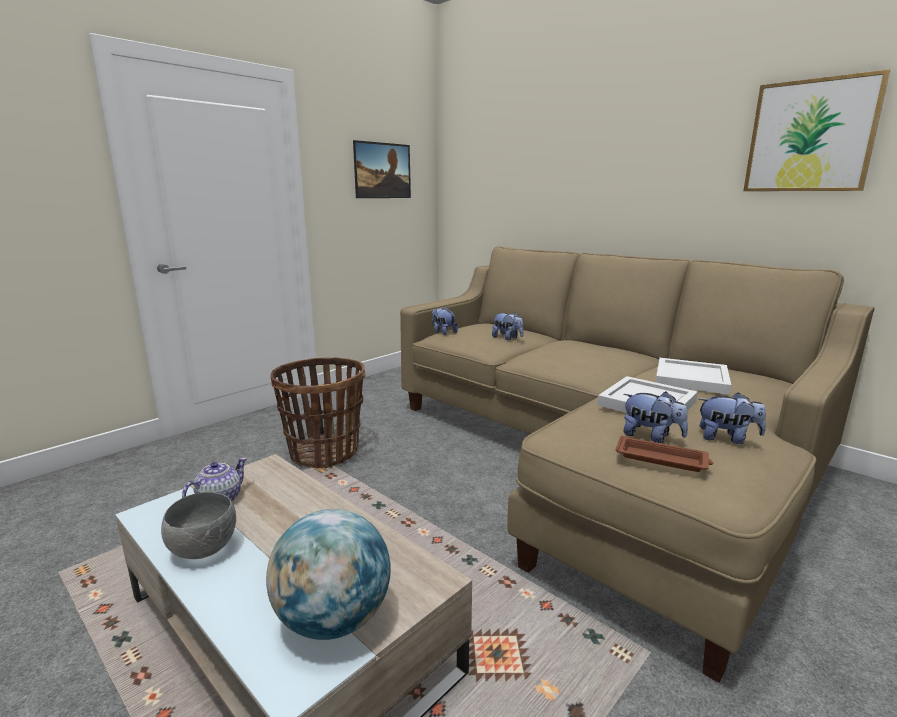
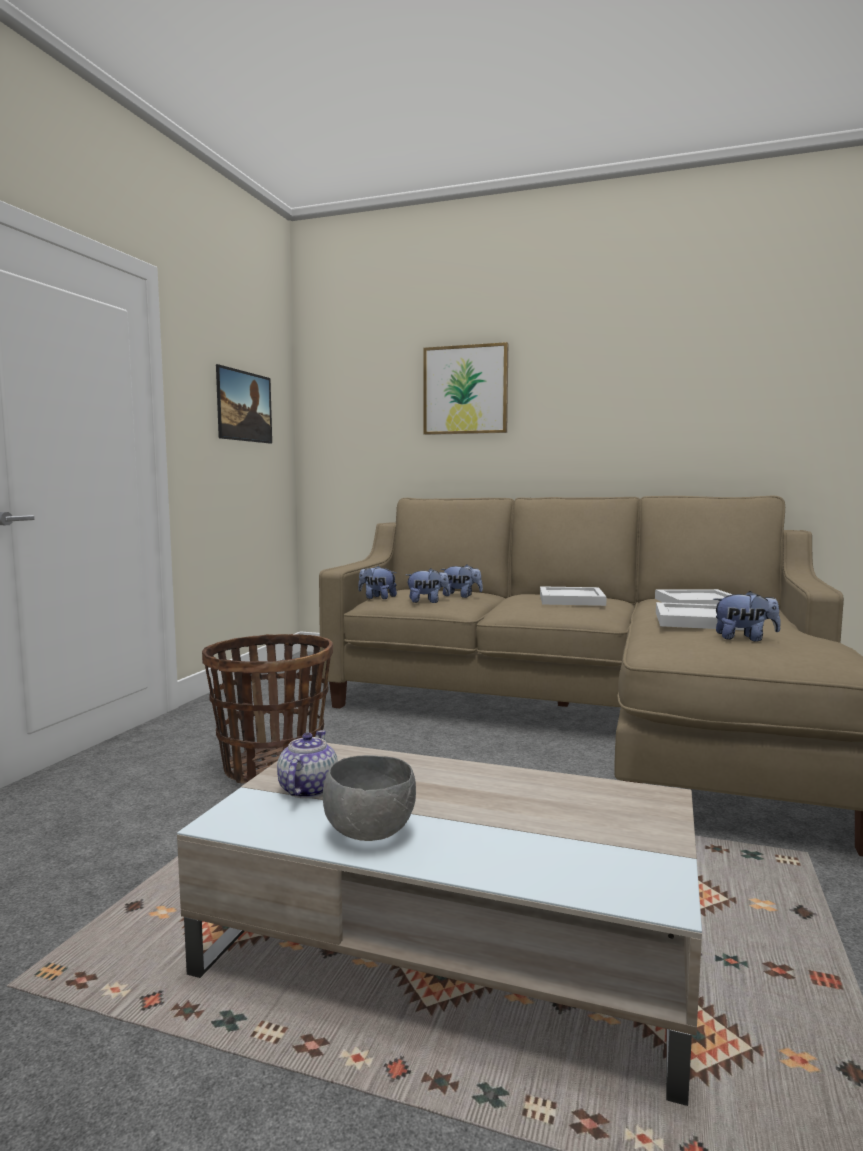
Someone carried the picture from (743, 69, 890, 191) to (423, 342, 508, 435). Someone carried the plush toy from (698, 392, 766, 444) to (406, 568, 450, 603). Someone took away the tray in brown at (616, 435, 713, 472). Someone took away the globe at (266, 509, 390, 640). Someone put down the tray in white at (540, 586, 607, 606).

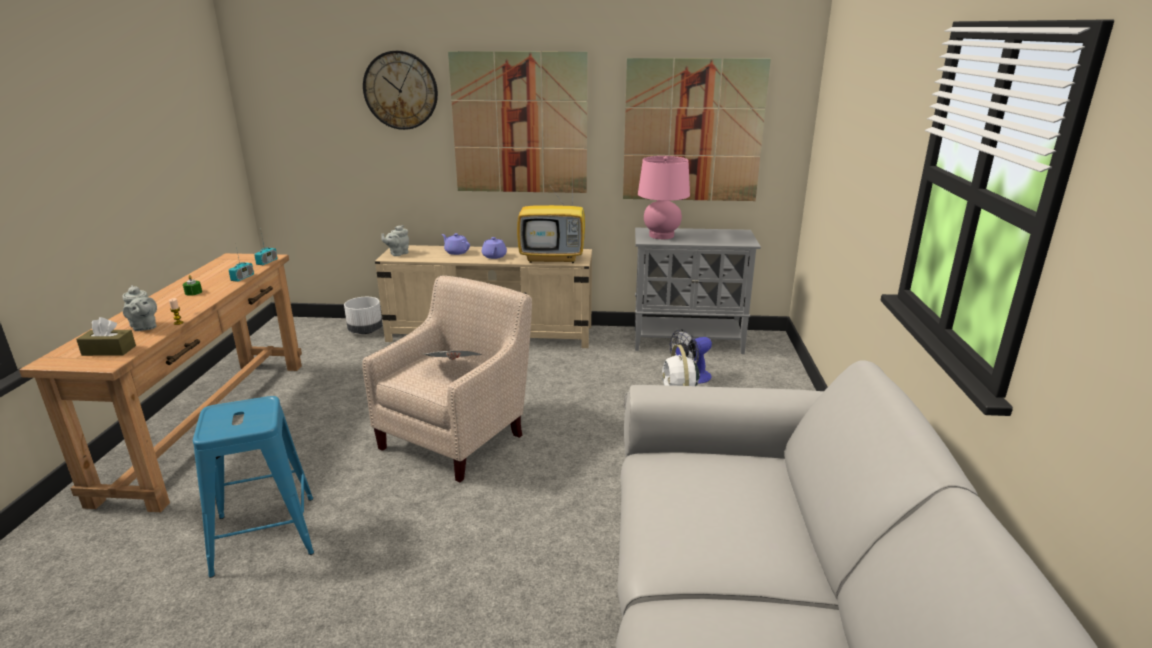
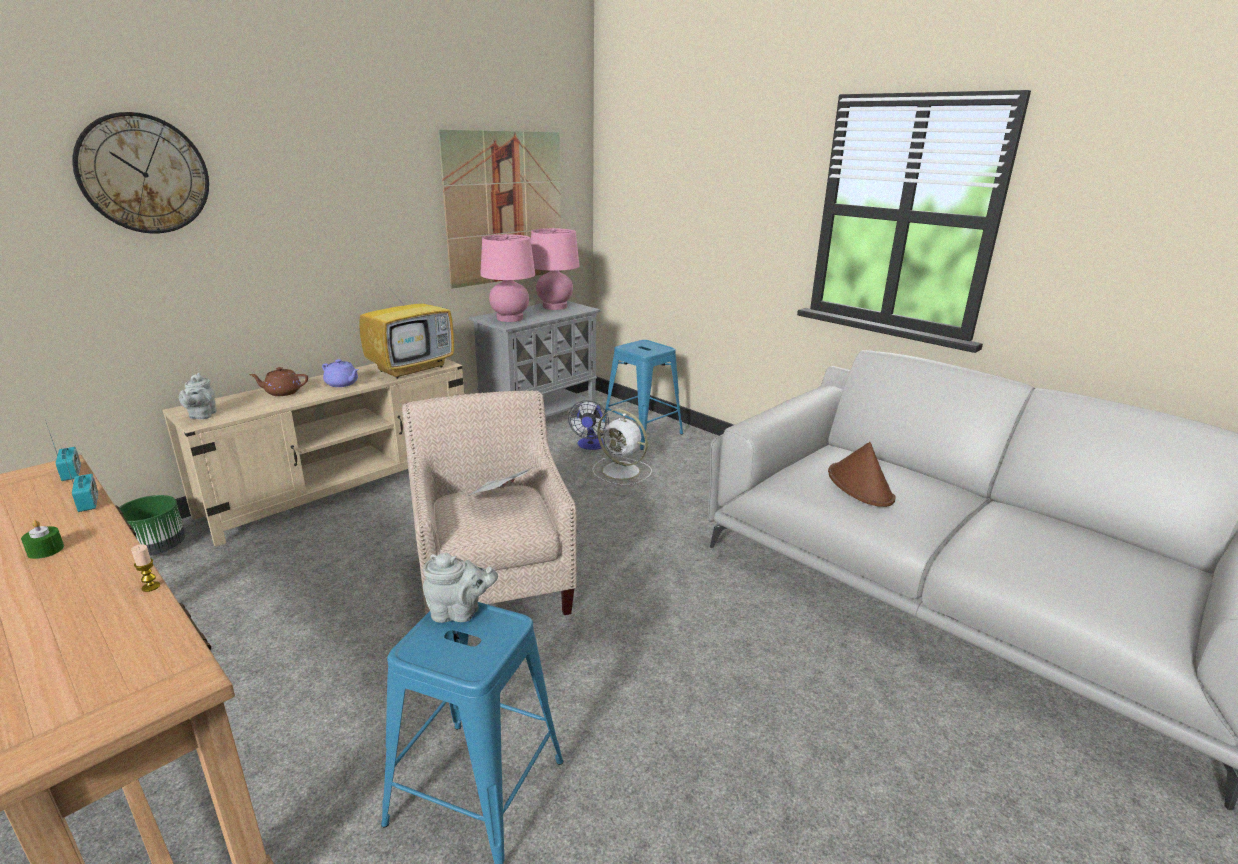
Someone took away the picture at (448, 51, 588, 193). Someone repainted the teapot in purple at (442, 233, 470, 255), which became the teapot in brown at (249, 367, 308, 396). Someone carried the teapot in grey from (123, 285, 157, 331) to (423, 553, 498, 623). Someone repainted the planter in white at (344, 297, 383, 334), which became the planter in green at (119, 495, 185, 556). Someone took away the tissue box in brown at (76, 317, 136, 356). Someone put down the table lamp in pink at (531, 228, 579, 310). Someone put down the stool in blue at (603, 340, 683, 450). Someone put down the hat in brown at (828, 442, 895, 507).

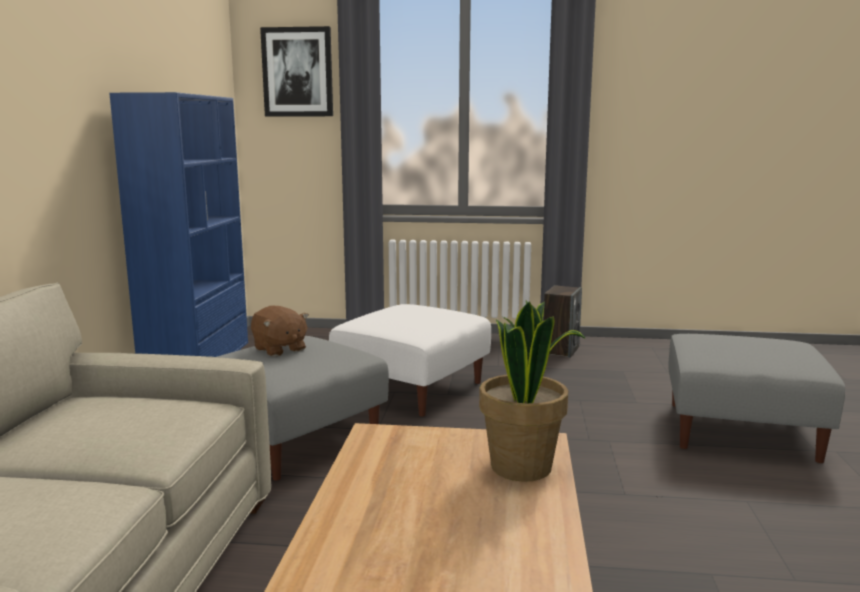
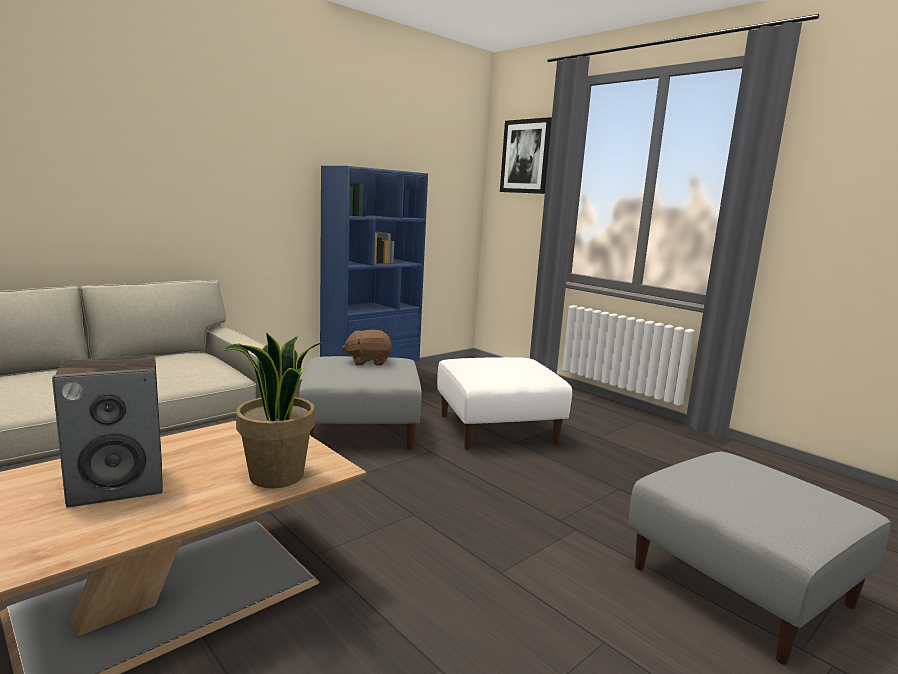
Someone carried the speaker from (543, 285, 582, 358) to (52, 355, 163, 507). Someone rotated the plush toy in brown at (251, 306, 309, 357) by 75 degrees clockwise.

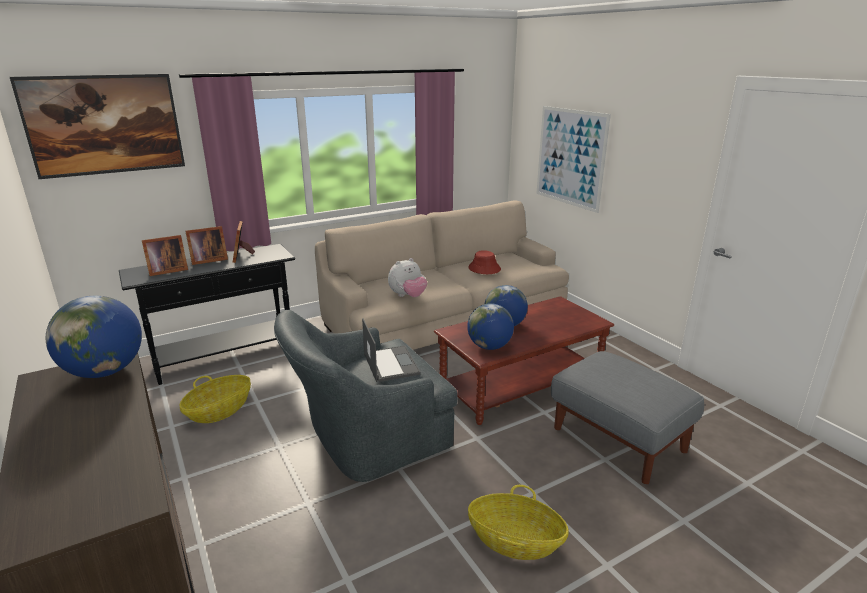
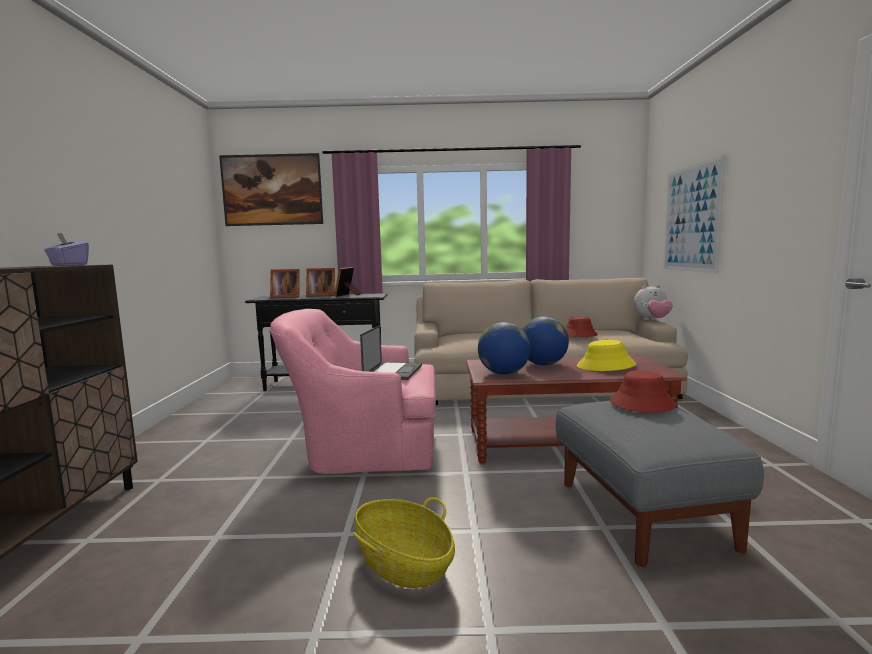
Someone carried the plush toy from (388, 258, 427, 297) to (634, 285, 673, 320). Someone swapped the globe at (46, 296, 142, 378) for the tissue box in purple at (44, 233, 89, 266). Someone repainted the armchair in grey at (274, 310, 457, 482), which became the armchair in pink at (270, 309, 436, 474). Someone took away the basket at (179, 375, 251, 423). Someone put down the hat in yellow at (577, 340, 636, 371). Someone put down the hat in red at (610, 370, 676, 413).

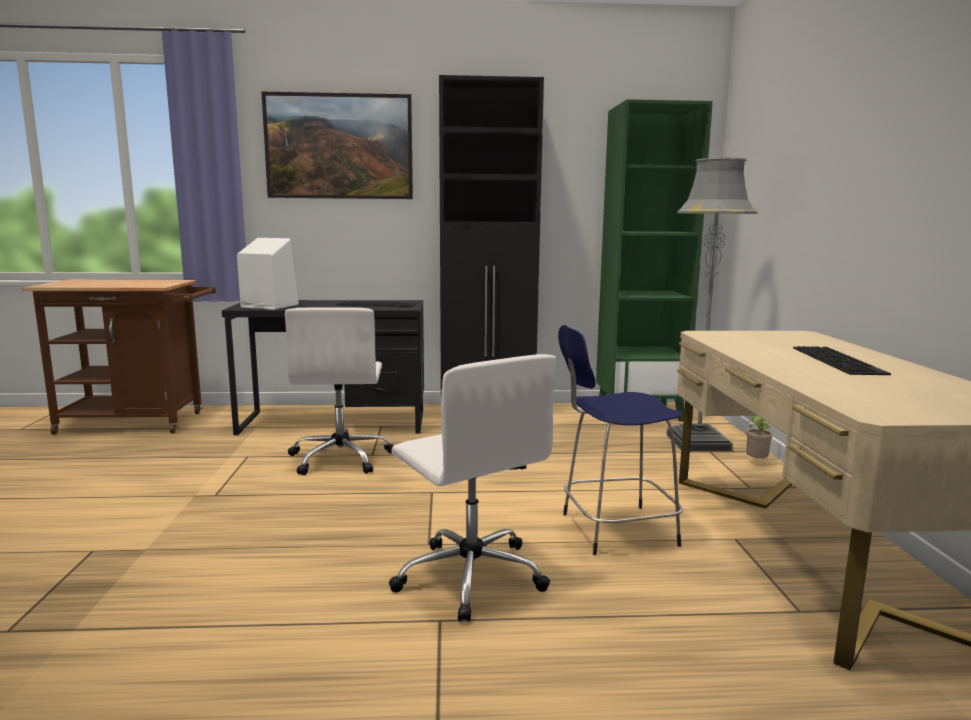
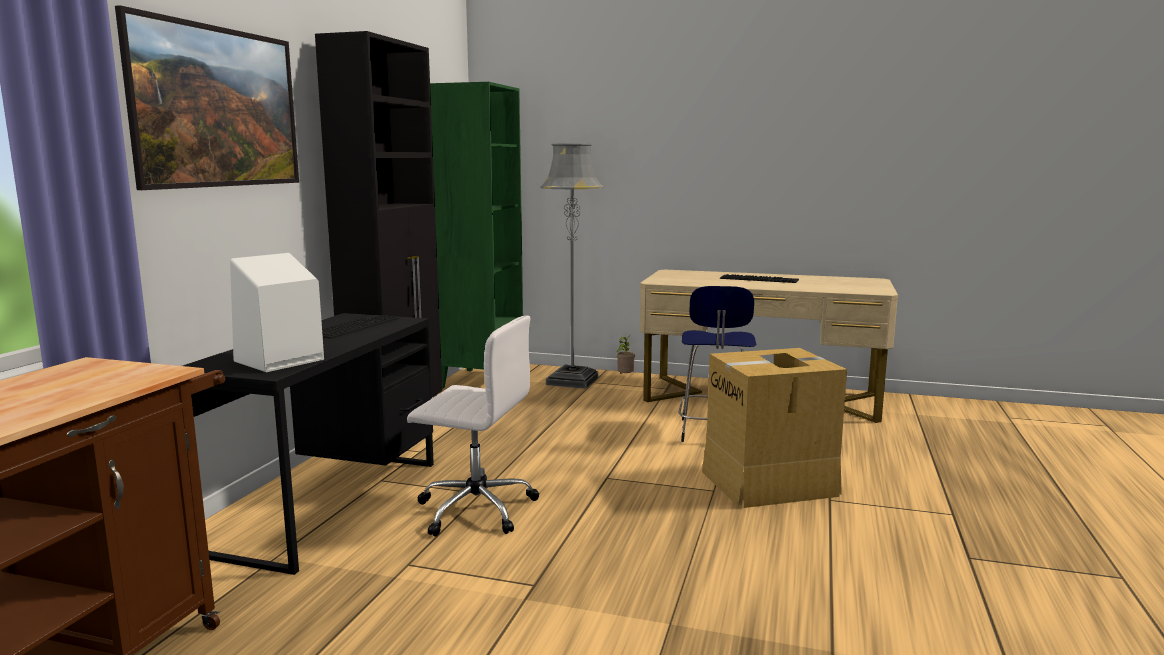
Someone swapped the office chair in white at (389, 354, 556, 622) for the cardboard box at (702, 348, 847, 508).

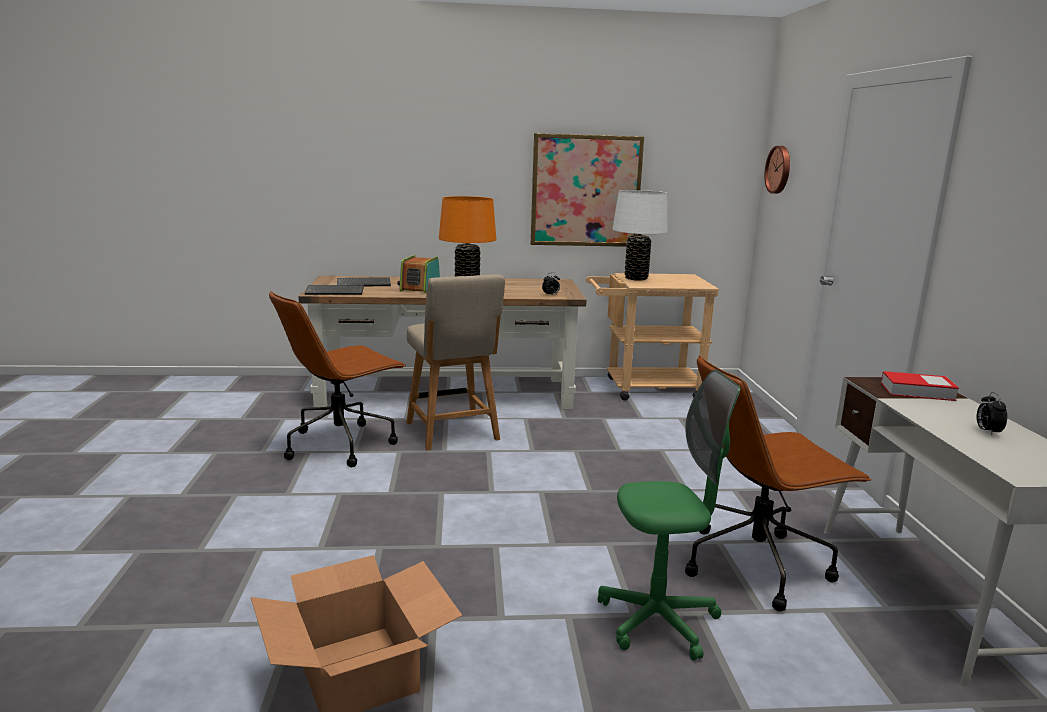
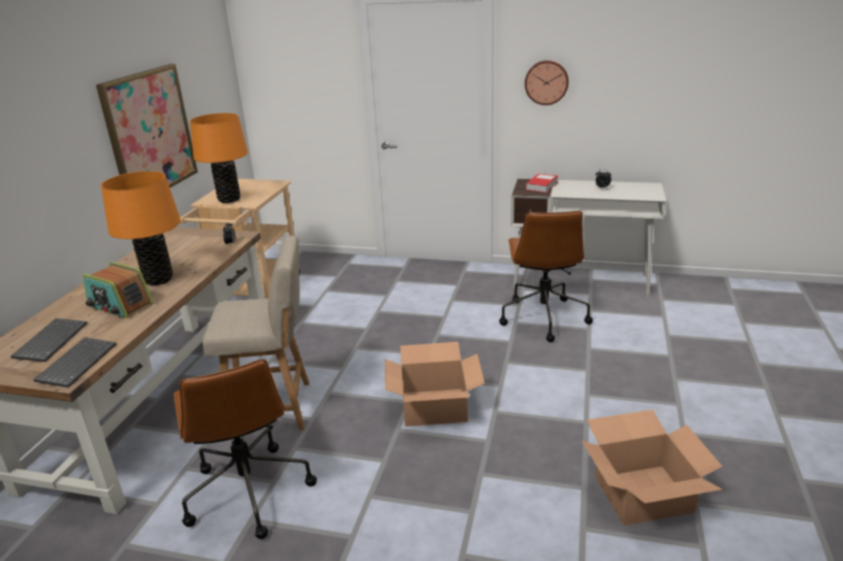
Someone carried the wall clock from (765, 146, 790, 194) to (525, 60, 569, 105). Someone repainted the table lamp in white at (612, 190, 668, 281), which became the table lamp in orange at (190, 113, 248, 203). Someone took away the office chair in green at (598, 370, 740, 661). Someone put down the cardboard box at (385, 342, 485, 427).

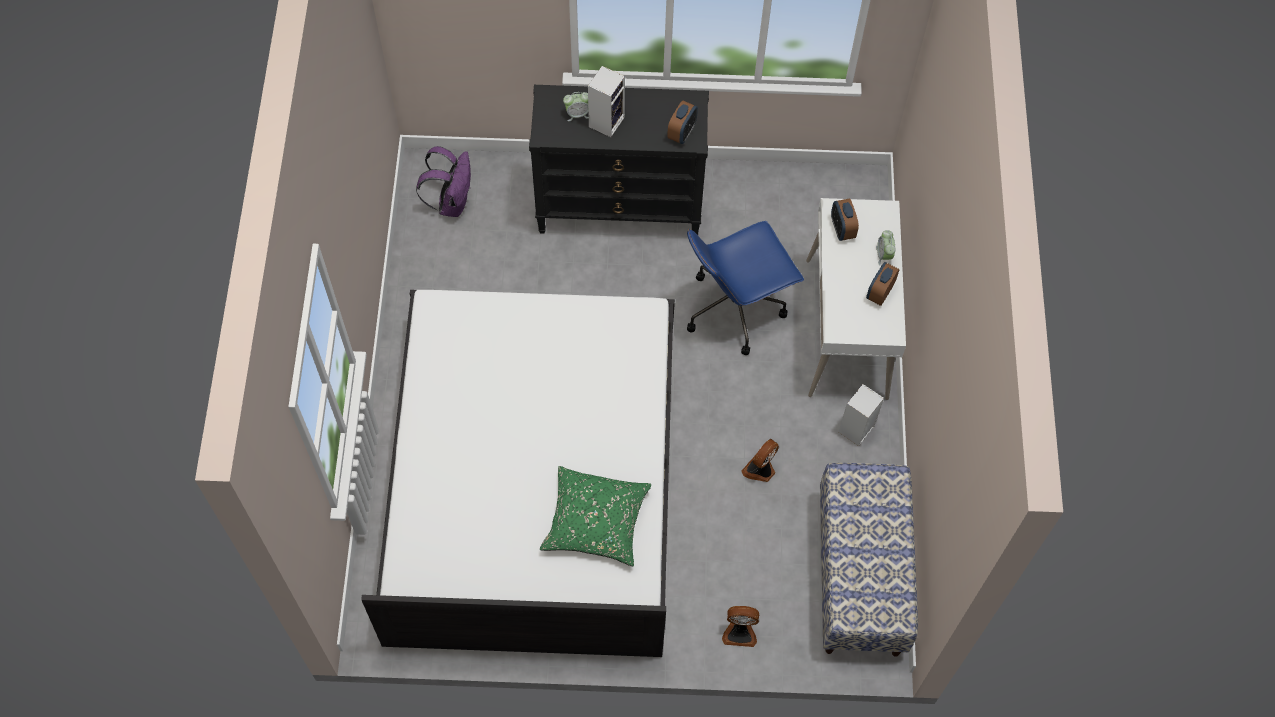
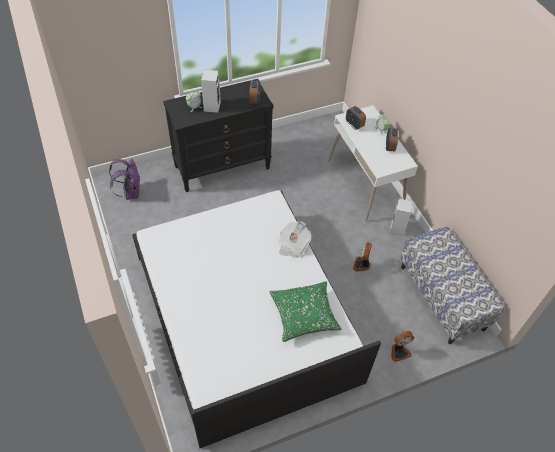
Someone took away the office chair in blue at (687, 221, 804, 355). Someone put down the newspaper at (279, 221, 311, 257).

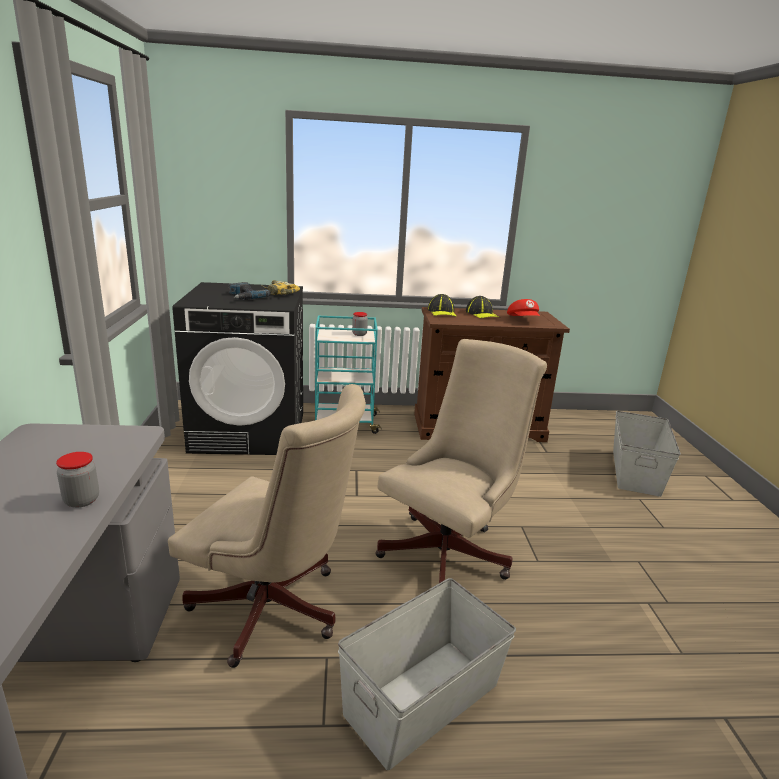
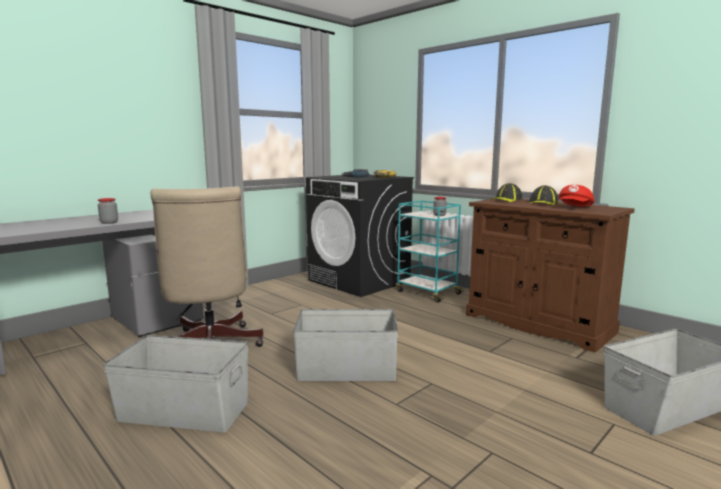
Someone swapped the office chair in beige at (375, 339, 547, 583) for the storage box in grey at (293, 309, 398, 381).

